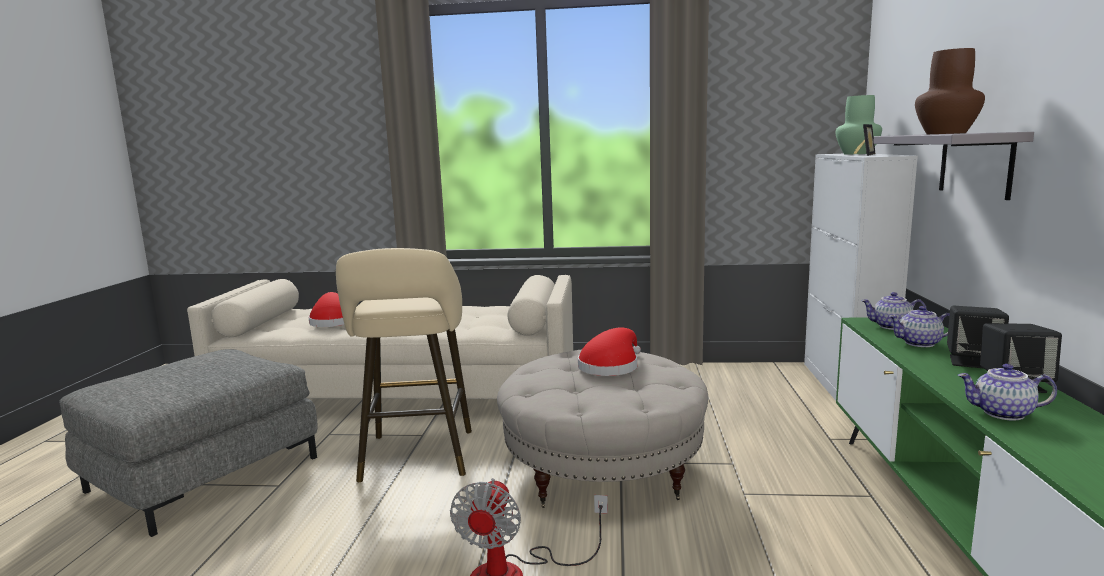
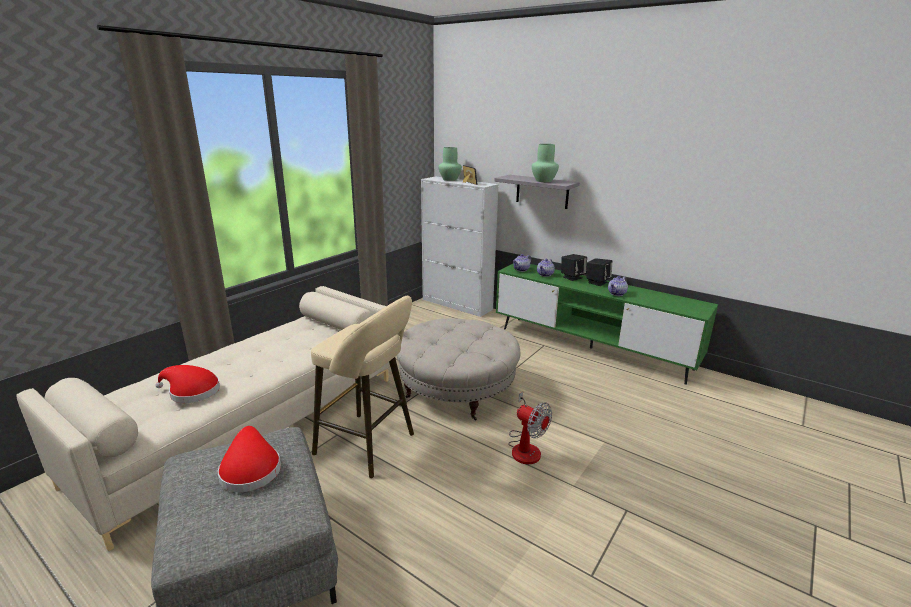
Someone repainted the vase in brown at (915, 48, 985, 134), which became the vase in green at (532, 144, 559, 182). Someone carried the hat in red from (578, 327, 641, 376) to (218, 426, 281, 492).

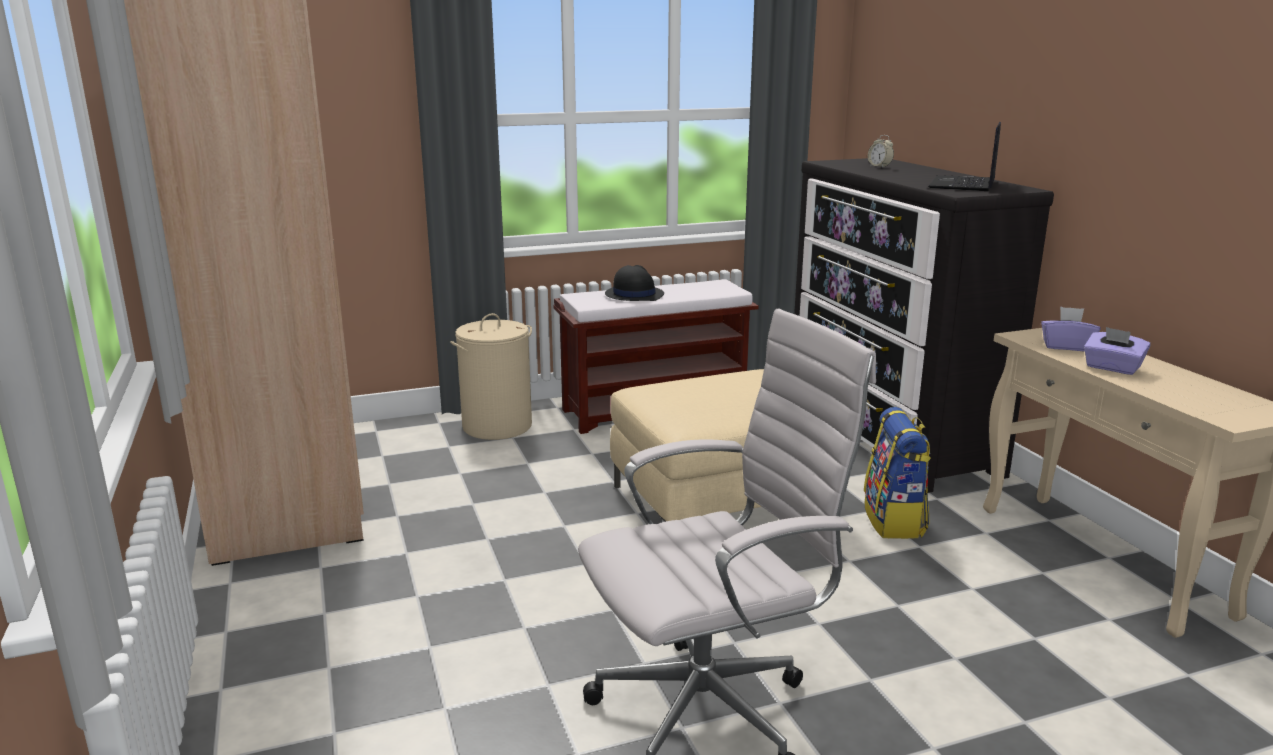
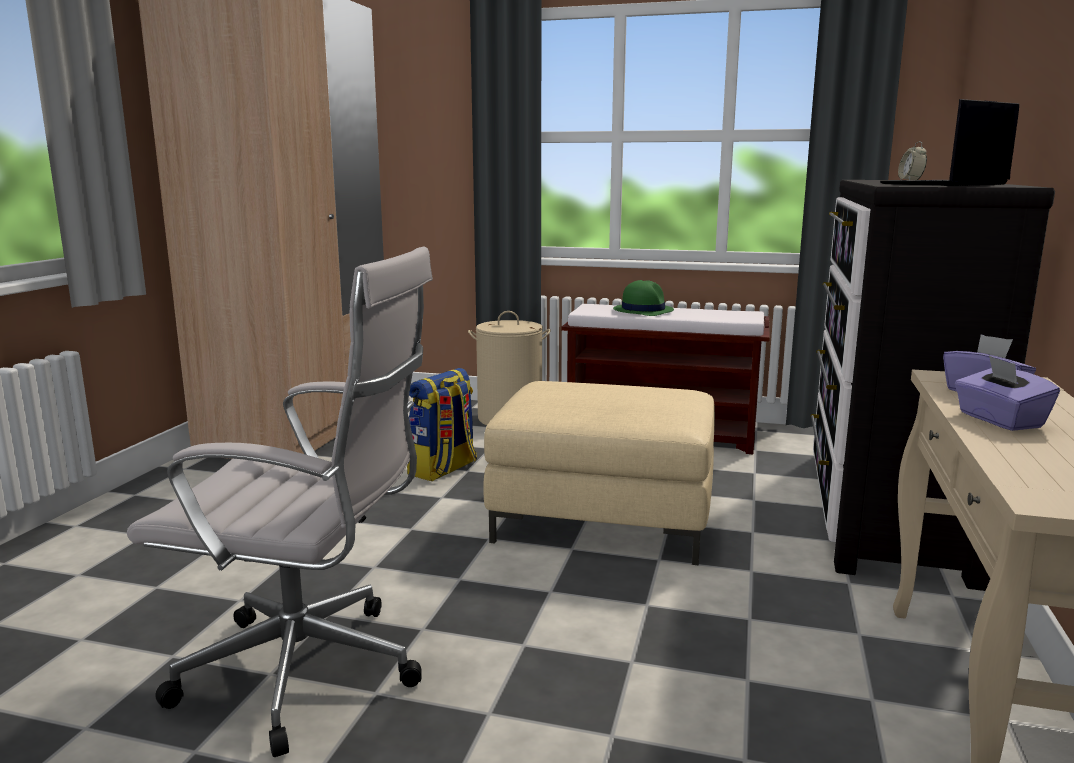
Someone repainted the hat in black at (605, 265, 664, 301), which became the hat in green at (613, 280, 674, 316). Someone carried the backpack from (864, 407, 931, 539) to (407, 368, 477, 481).

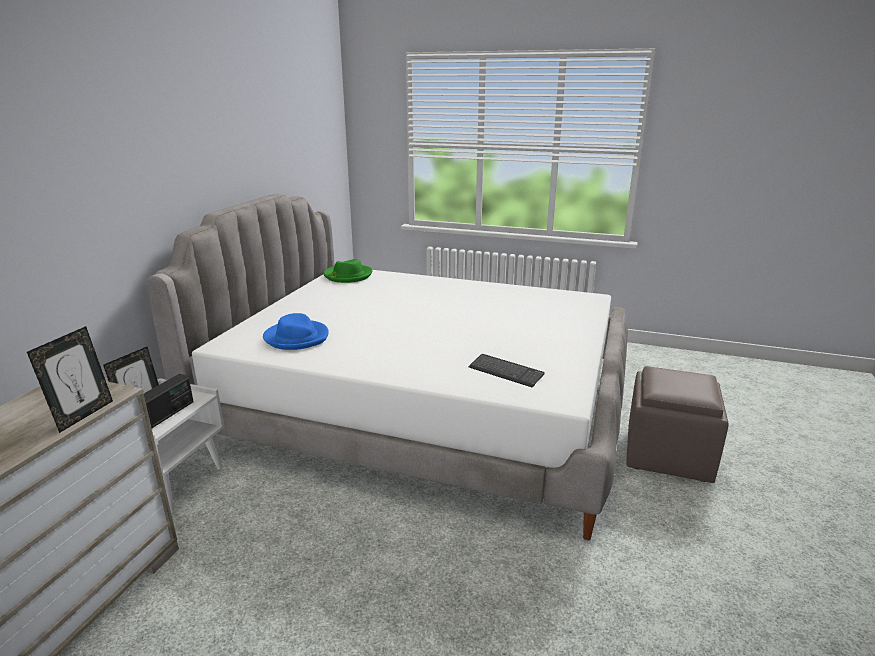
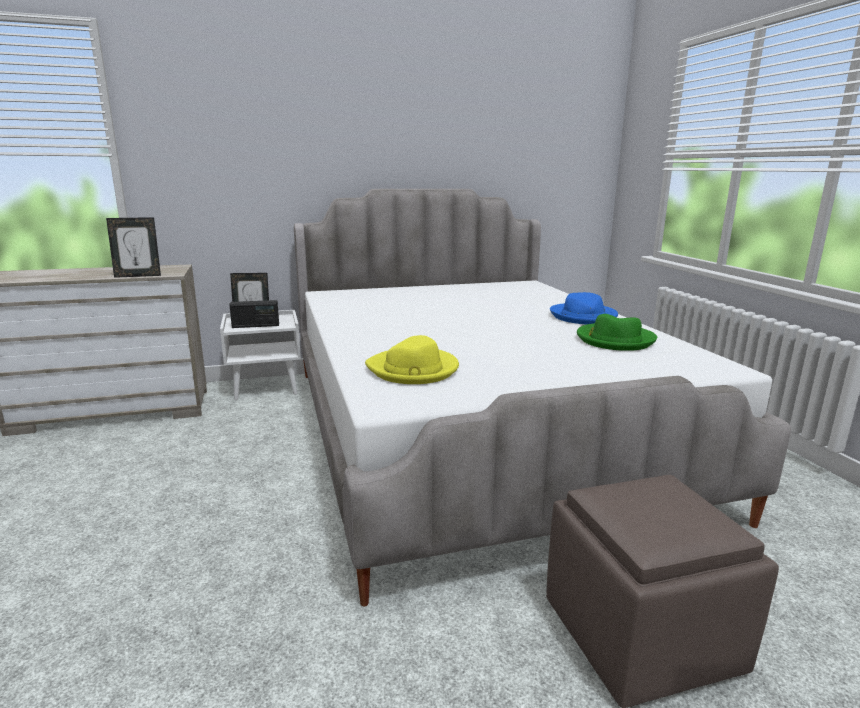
Someone carried the hat in green from (323, 259, 373, 283) to (577, 314, 657, 351). Someone carried the hat in blue from (263, 313, 329, 350) to (550, 292, 618, 325). Someone swapped the keyboard at (468, 354, 545, 388) for the hat in yellow at (365, 335, 459, 384).

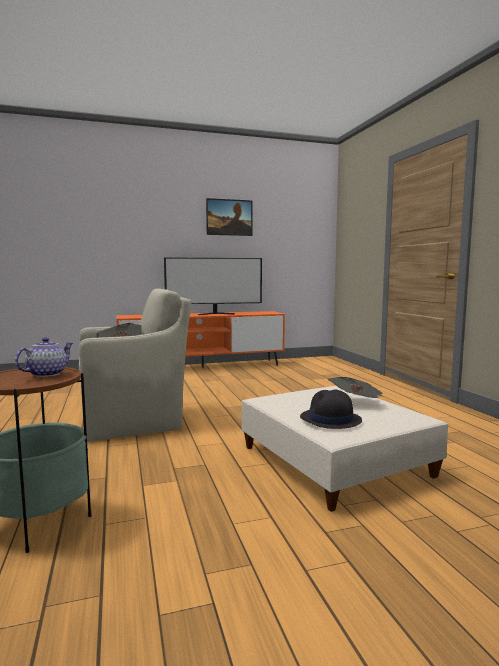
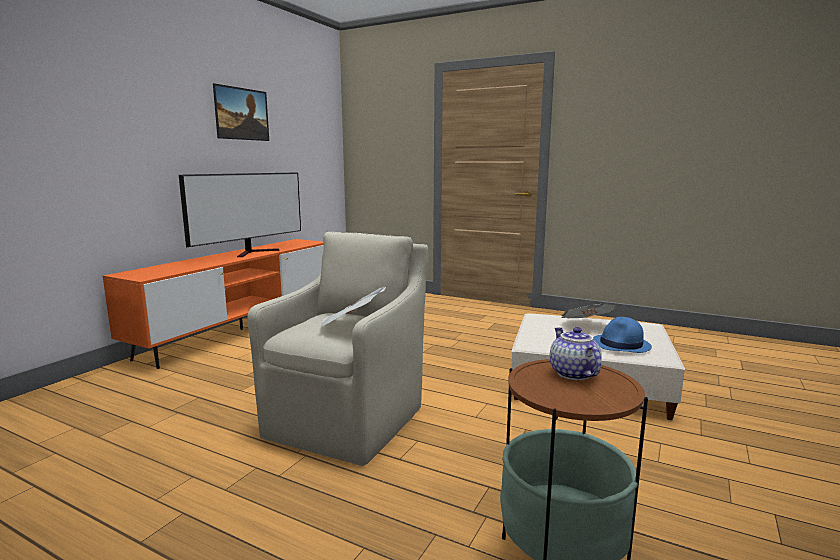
Someone repainted the hat in black at (300, 390, 362, 429), which became the hat in blue at (593, 317, 652, 353).

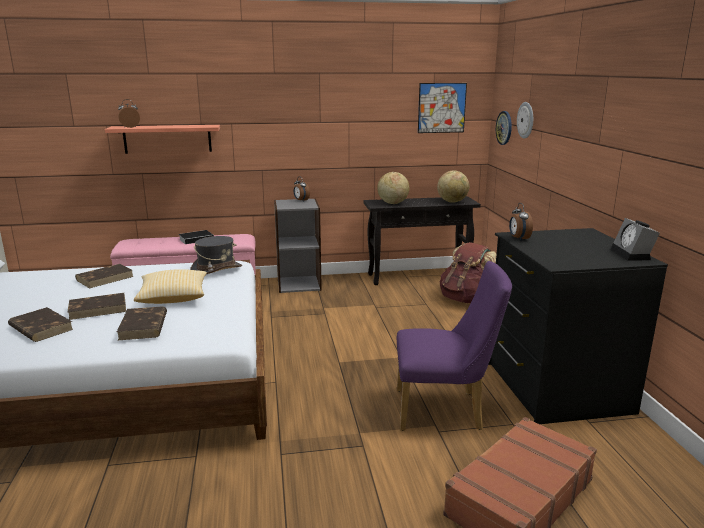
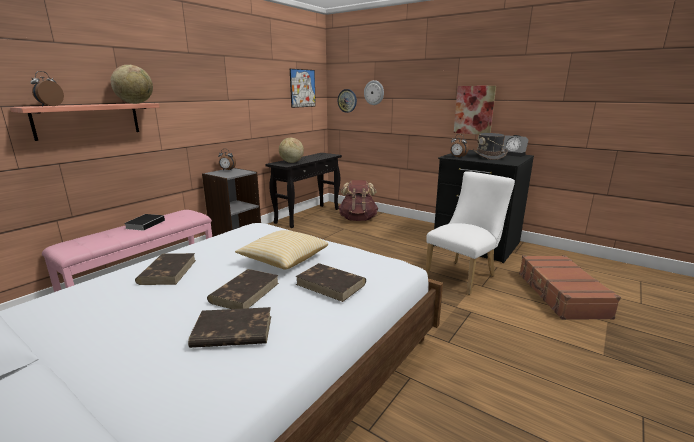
Someone carried the globe from (437, 170, 469, 203) to (111, 65, 153, 104). Someone carried the hat in grey from (190, 236, 242, 274) to (473, 133, 508, 160). Someone repainted the chair in purple at (397, 261, 512, 431), which became the chair in white at (425, 171, 515, 295). Someone put up the picture at (454, 86, 496, 135).

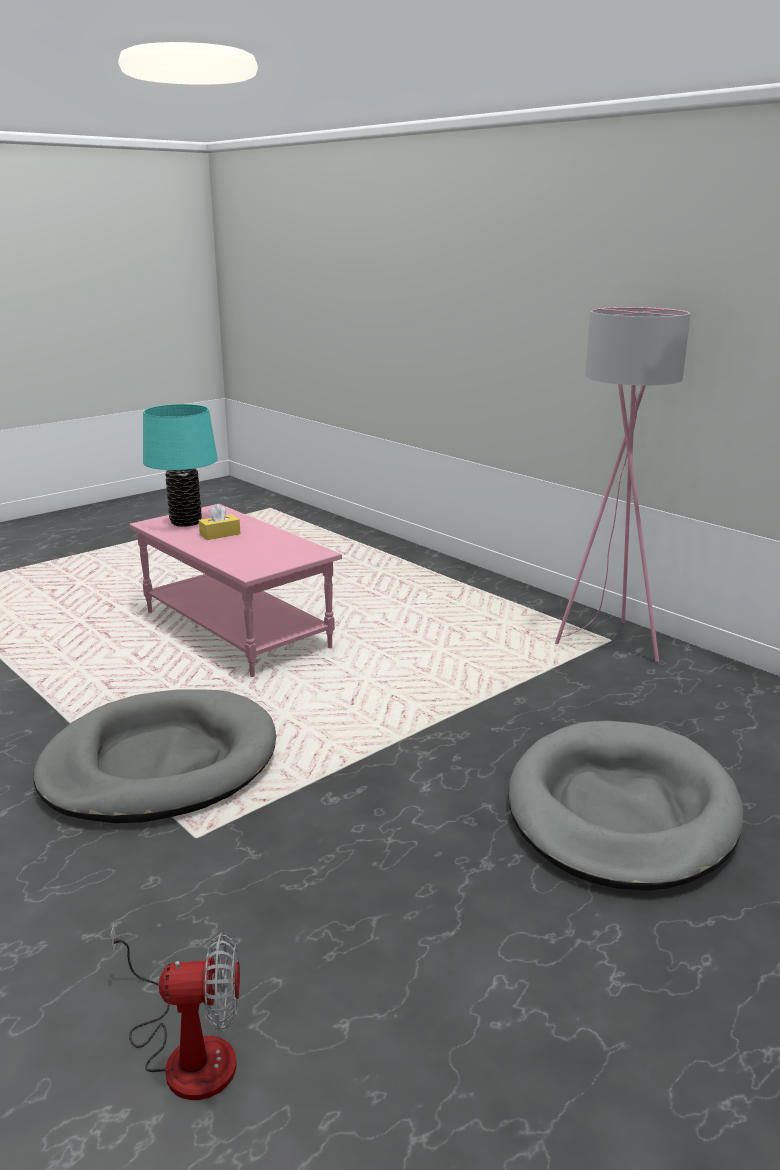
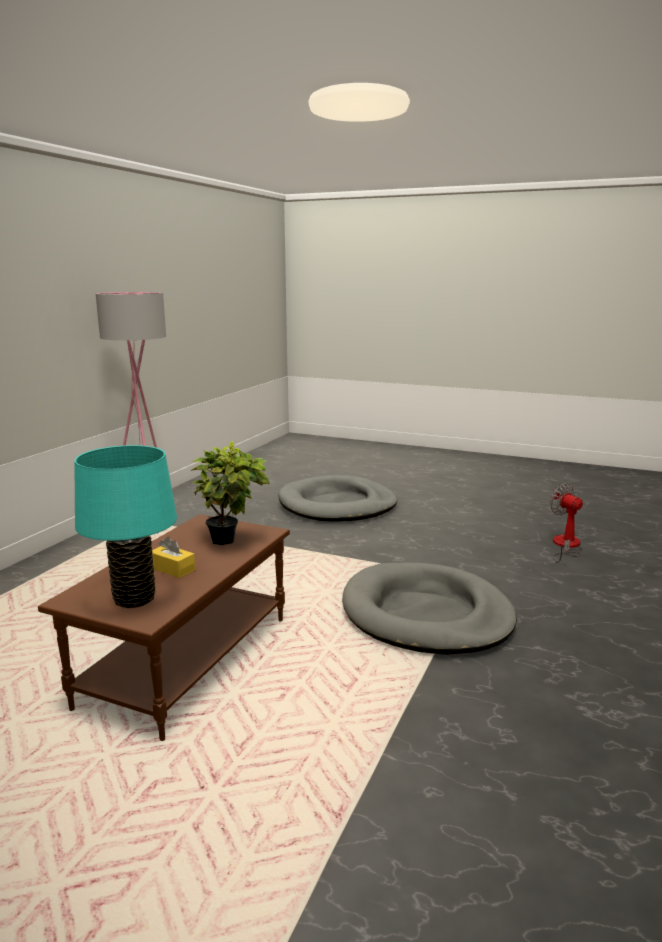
Someone repainted the coffee table in pink at (129, 504, 342, 677), which became the coffee table in brown at (38, 514, 290, 741). Someone put down the potted plant at (190, 441, 269, 545).

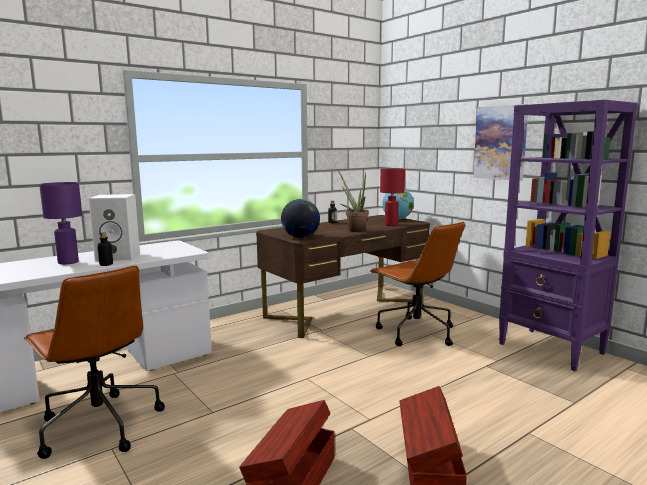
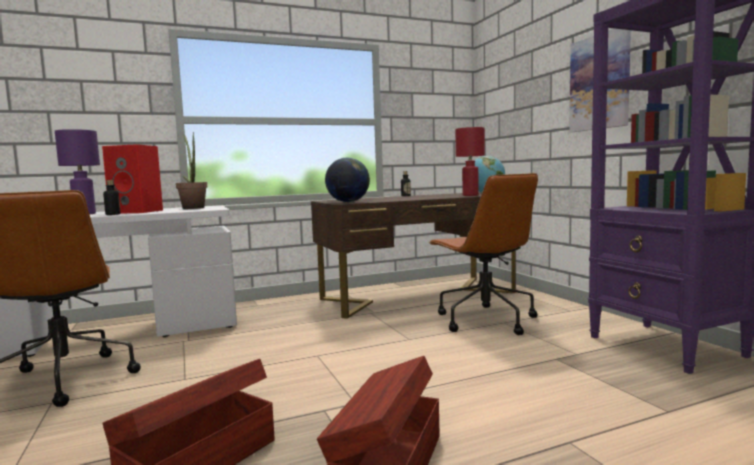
Someone carried the potted plant from (338, 170, 369, 232) to (176, 132, 207, 209). Someone repainted the speaker in white at (88, 194, 140, 262), which became the speaker in red at (102, 144, 163, 214).

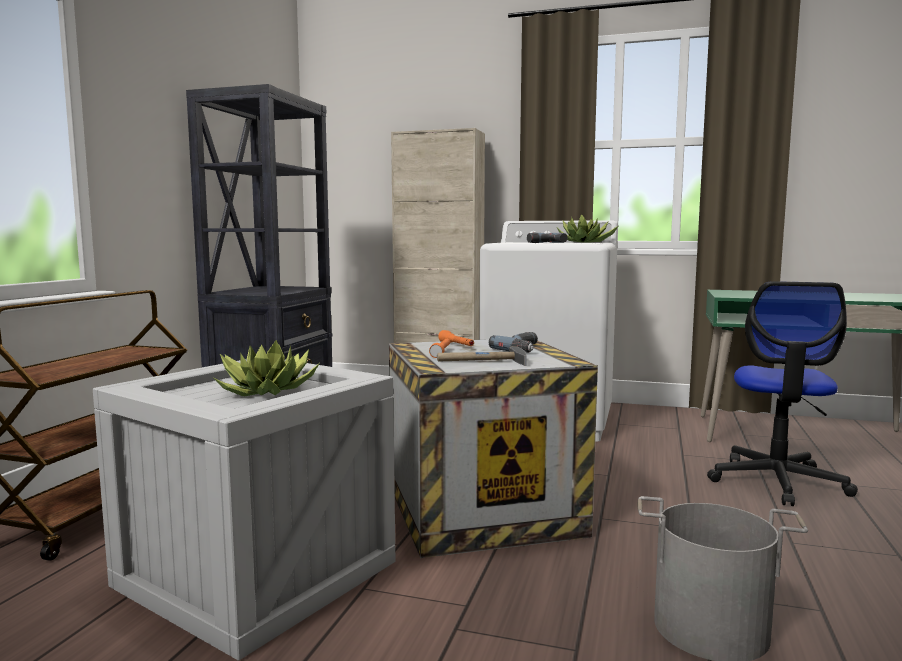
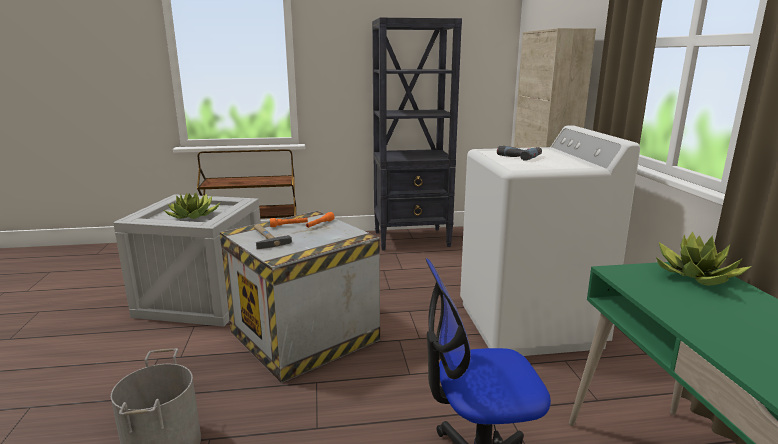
Someone carried the potted plant from (557, 214, 618, 243) to (656, 231, 752, 286). Someone took away the power drill at (489, 332, 538, 353).

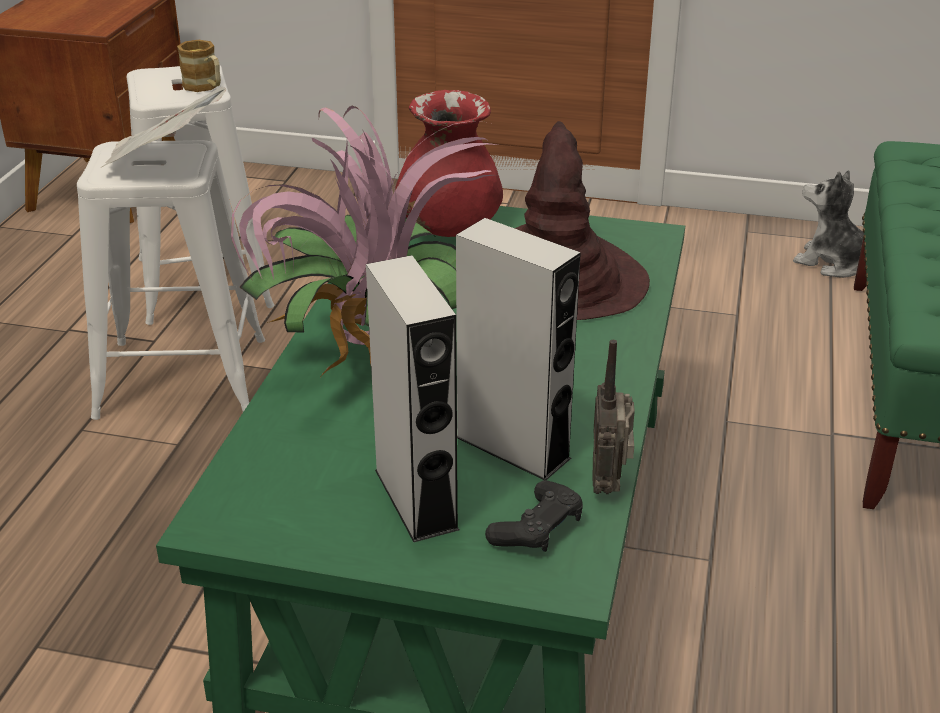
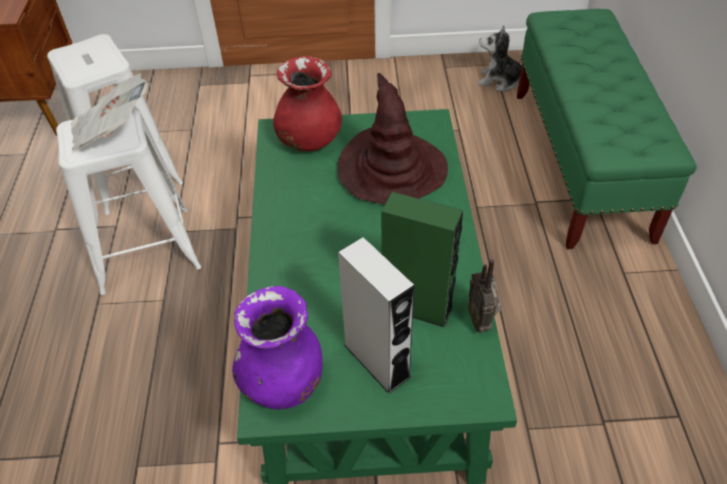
Someone took away the mug at (177, 40, 221, 92). Someone took away the potted plant at (231, 106, 498, 376). Someone repainted the speaker in grey at (456, 218, 581, 480), which became the speaker in green at (381, 192, 463, 328). Someone took away the game controller in black at (485, 480, 583, 552). Someone put down the vase in purple at (232, 286, 323, 409).

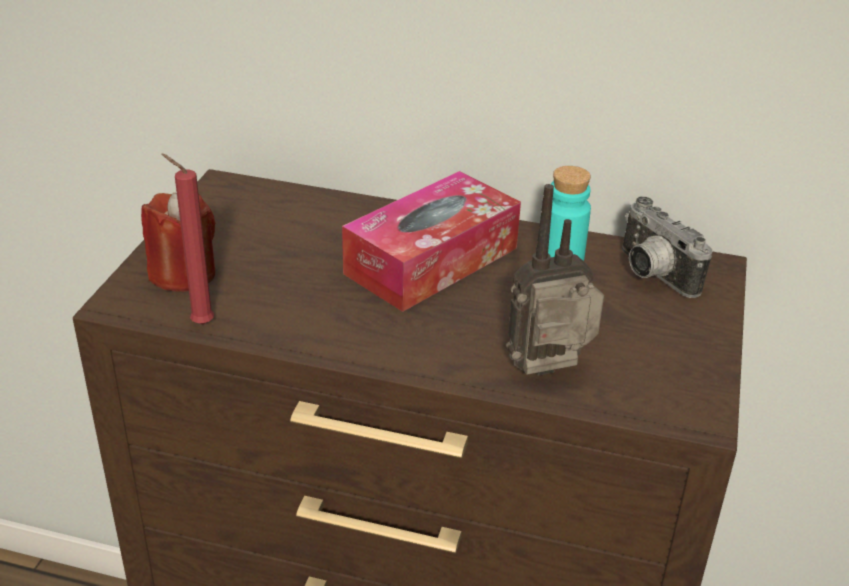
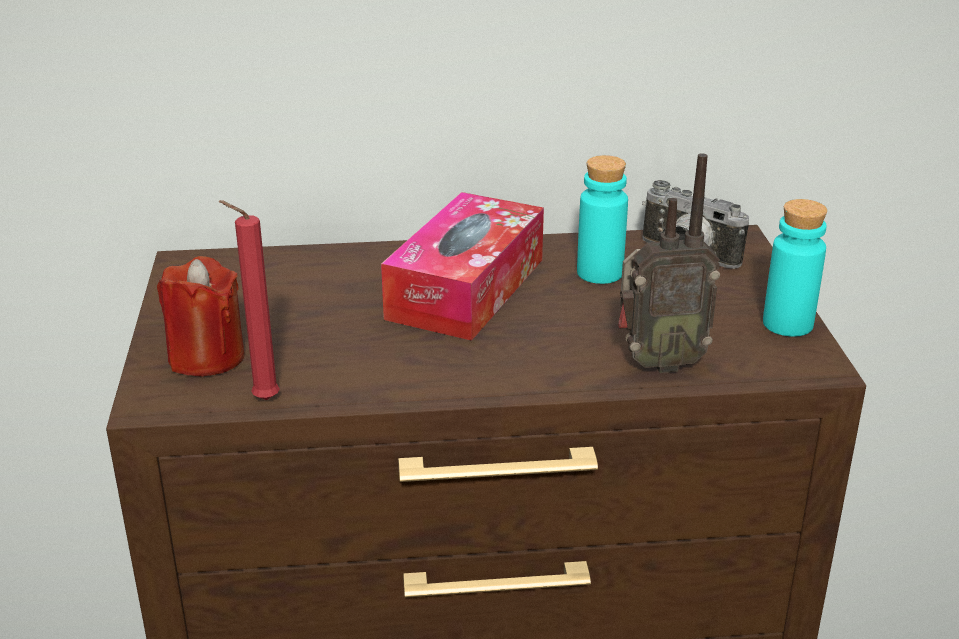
Someone rotated the radio at (506, 184, 604, 376) by 150 degrees counterclockwise. Someone put down the bottle in turquoise at (763, 199, 827, 337).

